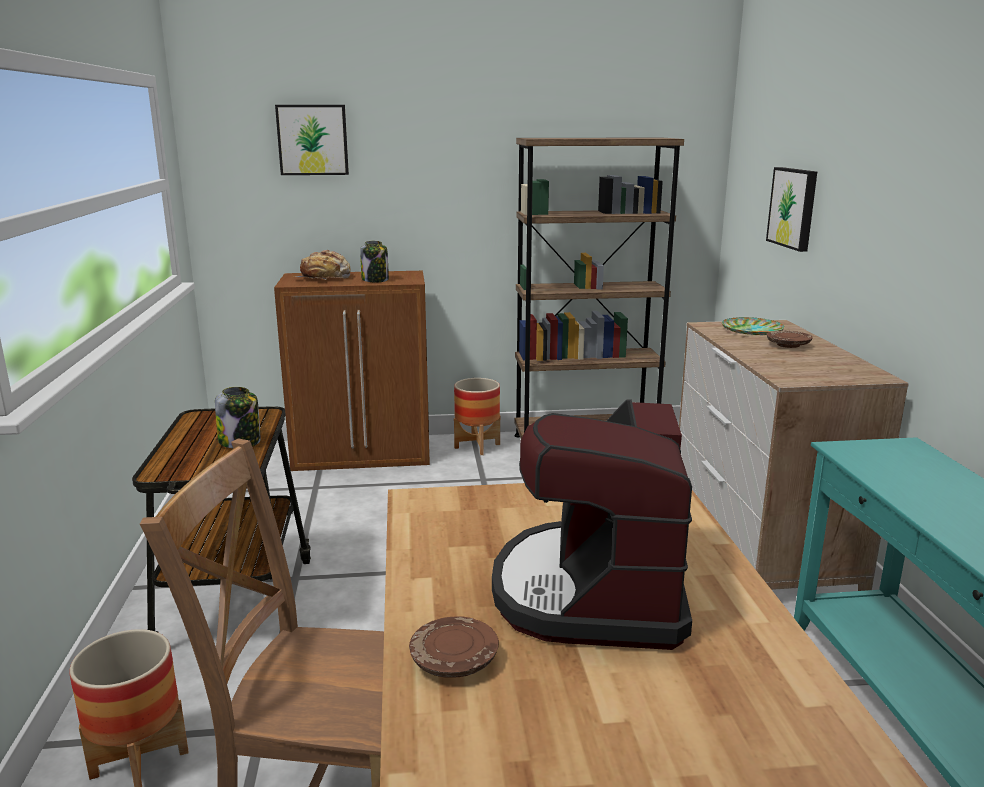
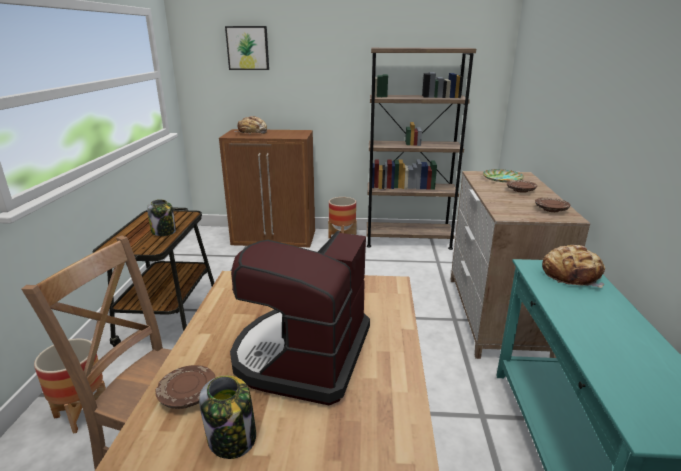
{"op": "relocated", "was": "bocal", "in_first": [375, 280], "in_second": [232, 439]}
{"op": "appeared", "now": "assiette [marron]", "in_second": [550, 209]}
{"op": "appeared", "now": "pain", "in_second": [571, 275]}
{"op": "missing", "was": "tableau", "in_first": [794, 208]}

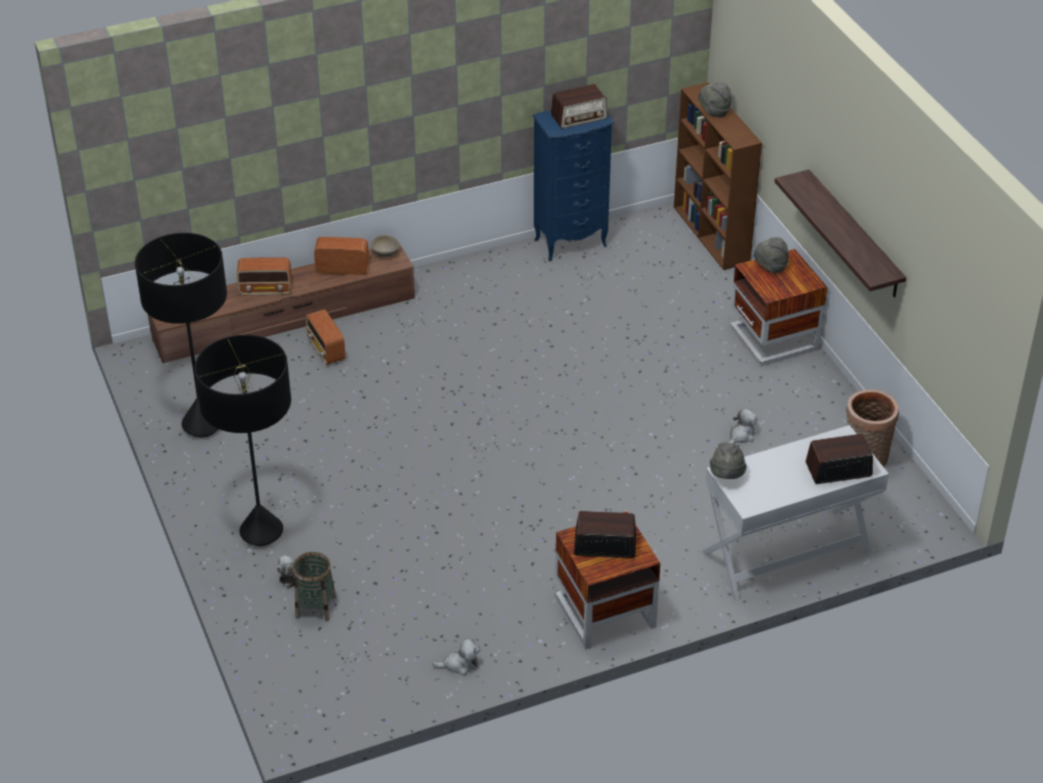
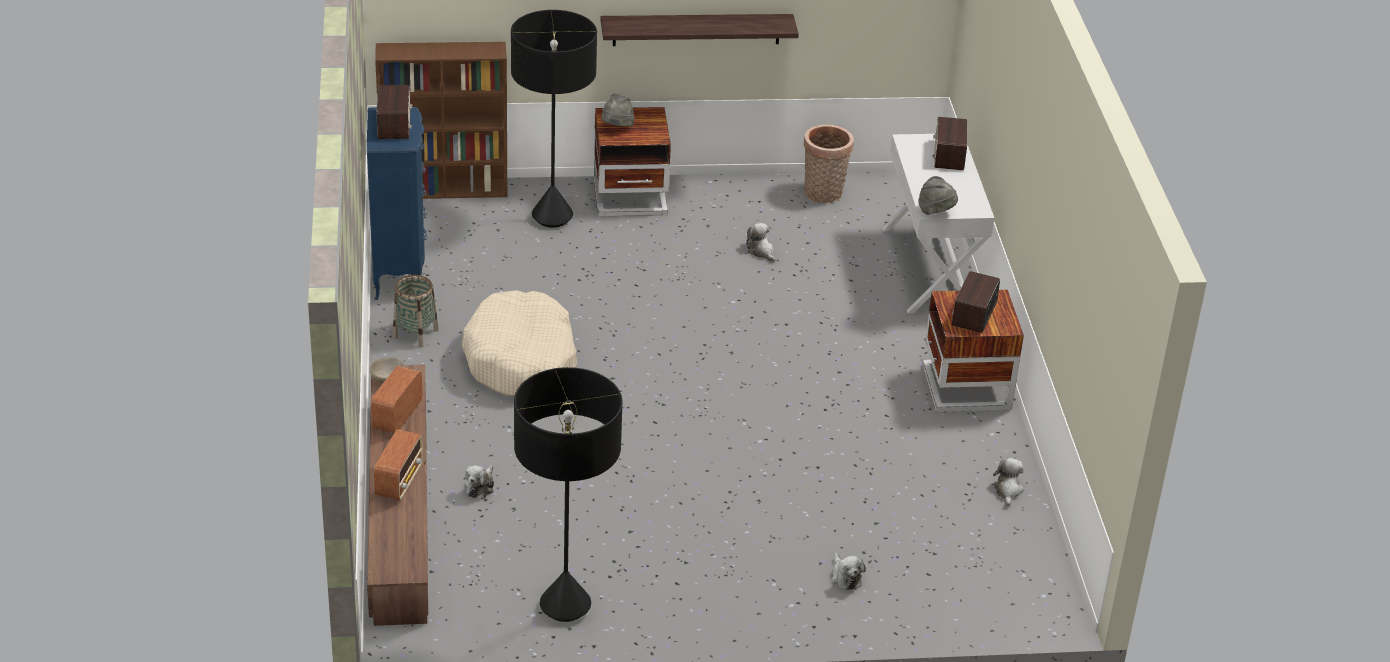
{"op": "relocated", "was": "panier", "in_first": [315, 606], "in_second": [415, 334]}
{"op": "appeared", "now": "panier pour chien [beige]", "in_second": [521, 360]}
{"op": "exchanged", "was": "radio", "now": "peluche", "in_first": [326, 350], "in_second": [480, 487]}
{"op": "relocated", "was": "lampadaire [noir]", "in_first": [261, 534], "in_second": [552, 218]}
{"op": "missing", "was": "chapeau [gris]", "in_first": [714, 111]}

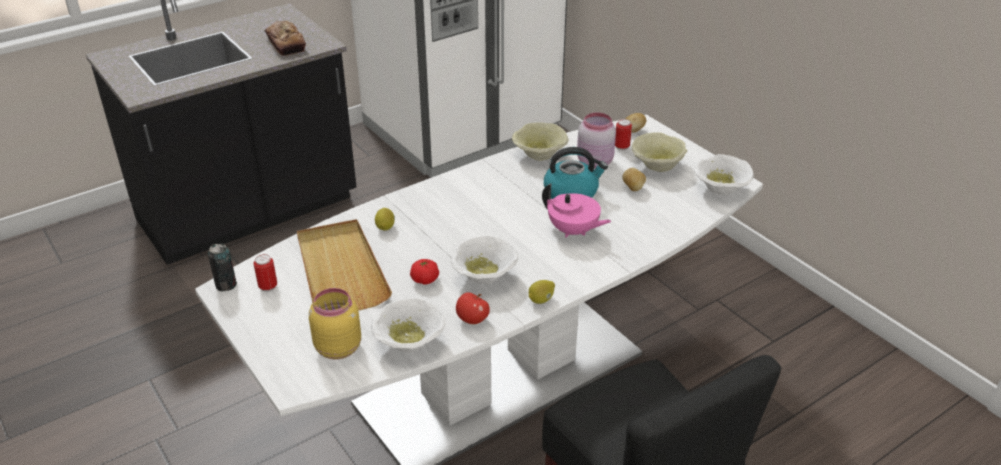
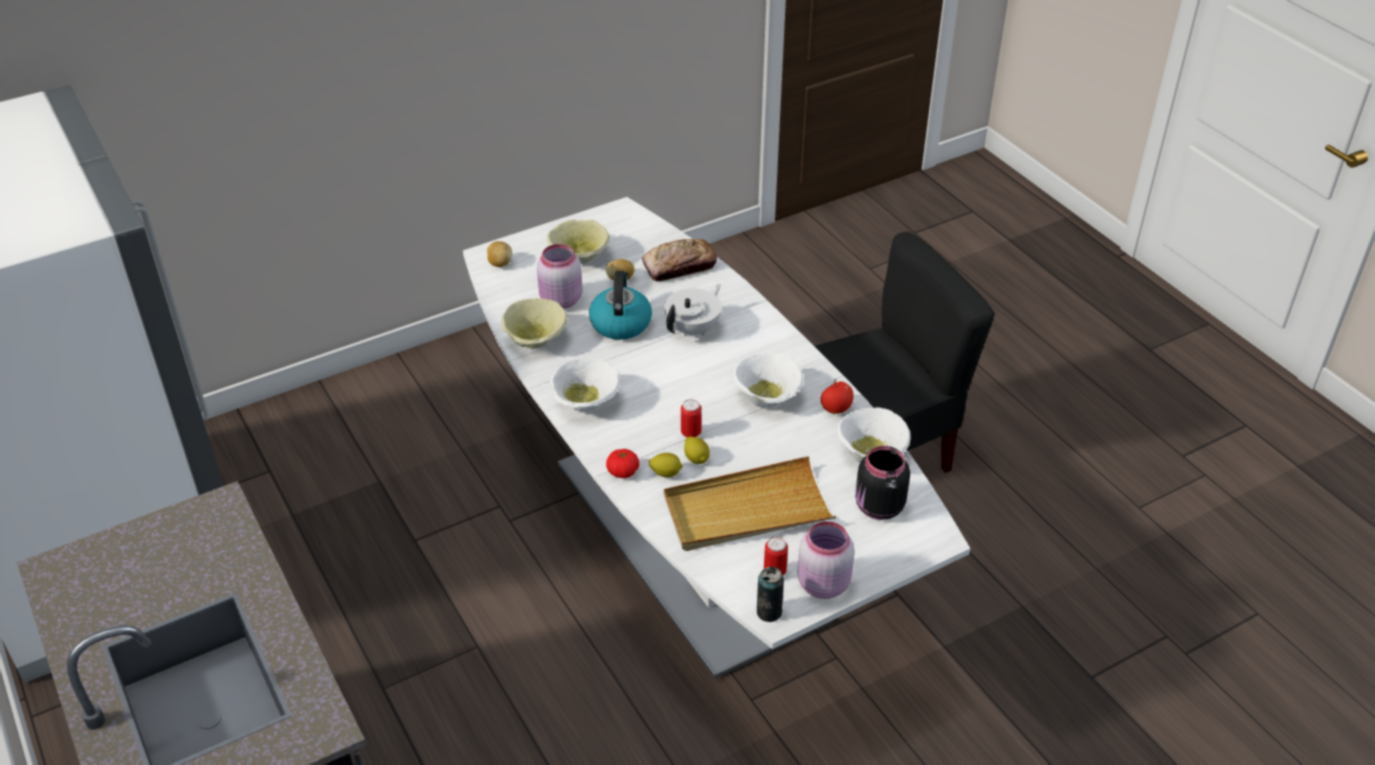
{"op": "relocated", "was": "bol [blanc]", "in_first": [719, 189], "in_second": [586, 403]}
{"op": "relocated", "was": "tomate", "in_first": [425, 279], "in_second": [623, 472]}
{"op": "relocated", "was": "pain", "in_first": [286, 44], "in_second": [679, 266]}
{"op": "colour", "was": "théière [rose]", "now": "théière [blanc]", "in_first": [573, 231], "in_second": [694, 329]}
{"op": "relocated", "was": "boîte métallique", "in_first": [622, 147], "in_second": [691, 433]}
{"op": "relocated", "was": "citron", "in_first": [541, 300], "in_second": [696, 458]}
{"op": "appeared", "now": "bocal [rose]", "in_second": [822, 583]}
{"op": "colour", "was": "bocal [jaune]", "now": "bocal [noir]", "in_first": [337, 347], "in_second": [878, 508]}

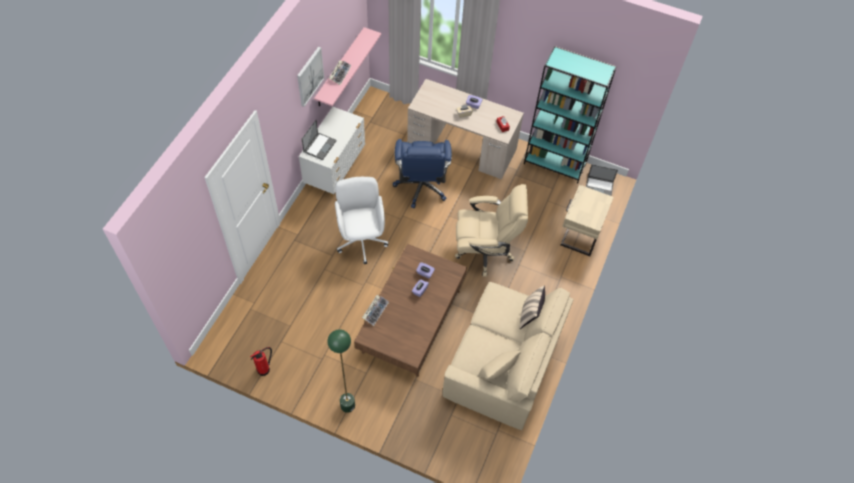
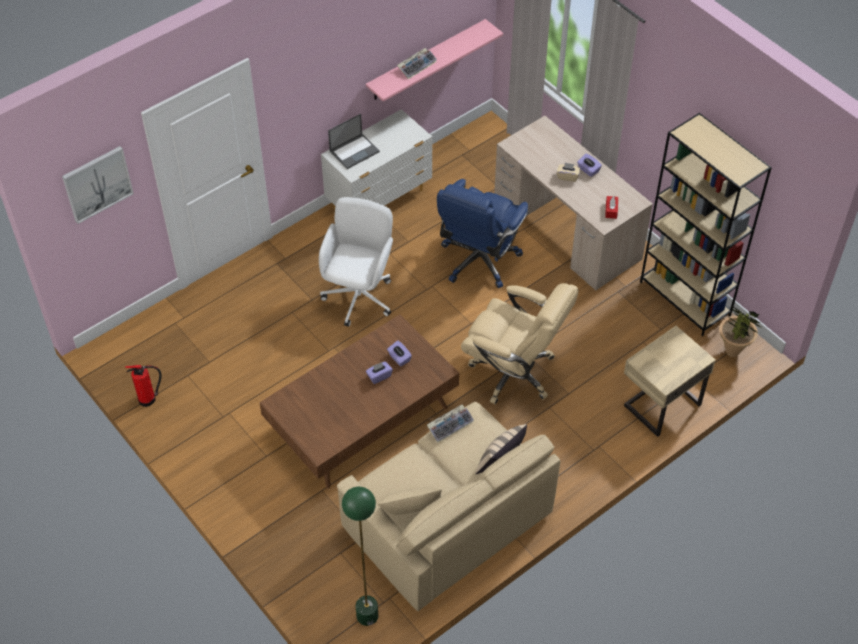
{"op": "relocated", "was": "tableau", "in_first": [309, 76], "in_second": [97, 183]}
{"op": "relocated", "was": "lampadaire [vert]", "in_first": [347, 405], "in_second": [367, 615]}
{"op": "relocated", "was": "clavier", "in_first": [375, 311], "in_second": [450, 425]}
{"op": "colour", "was": "bibliothèque [turquoise]", "now": "bibliothèque [beige]", "in_first": [555, 164], "in_second": [685, 299]}
{"op": "exchanged", "was": "ordinateur portable", "now": "plante en pot", "in_first": [599, 186], "in_second": [732, 352]}

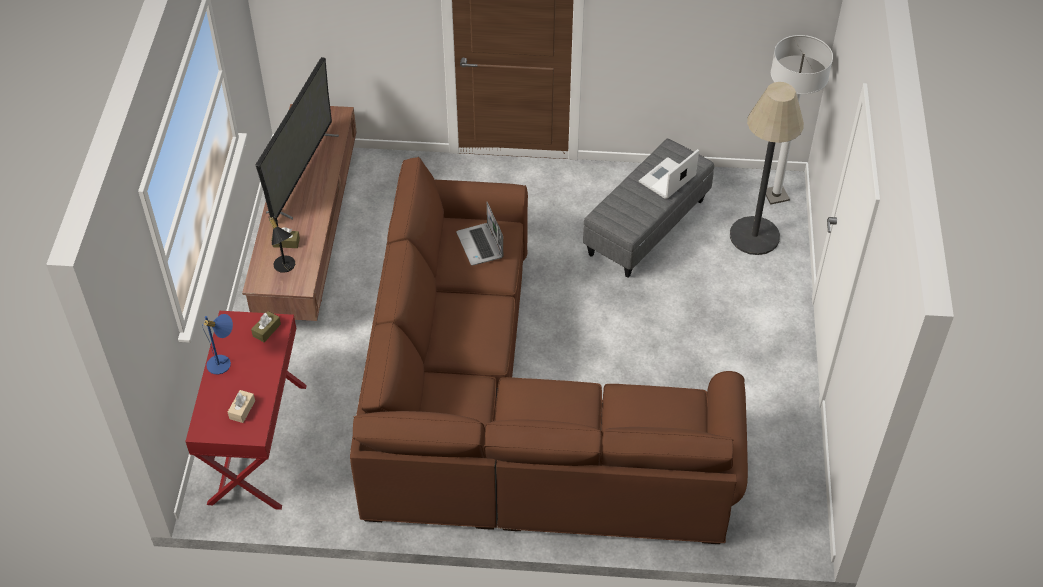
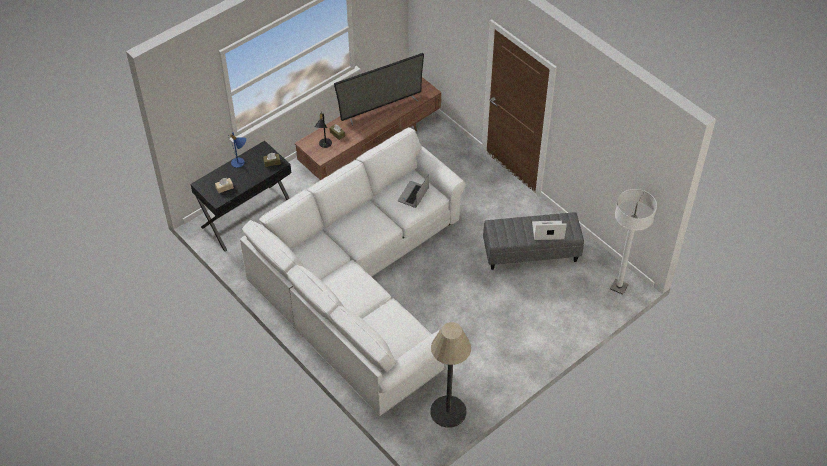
{"op": "colour", "was": "table console [rouge]", "now": "table console [noir]", "in_first": [257, 443], "in_second": [247, 217]}
{"op": "colour", "was": "canapé [marron]", "now": "canapé [blanc]", "in_first": [511, 412], "in_second": [362, 287]}
{"op": "relocated", "was": "lampadaire", "in_first": [754, 236], "in_second": [448, 411]}

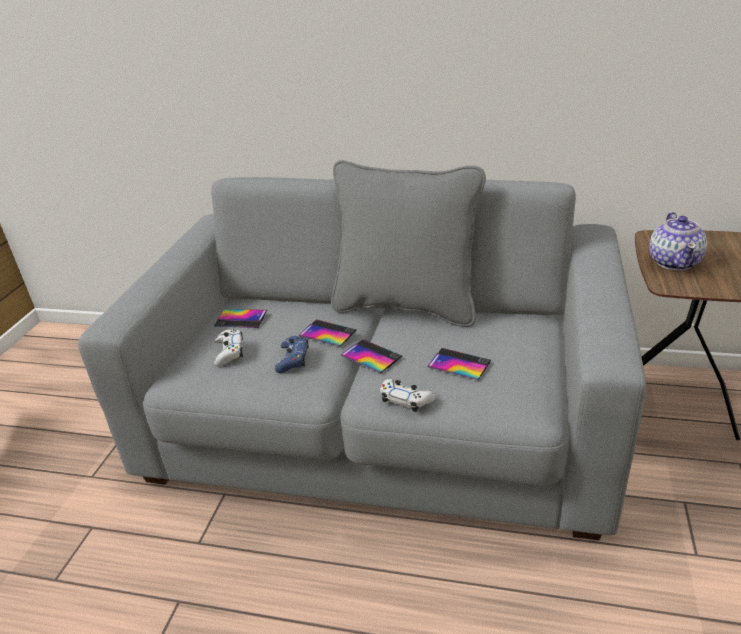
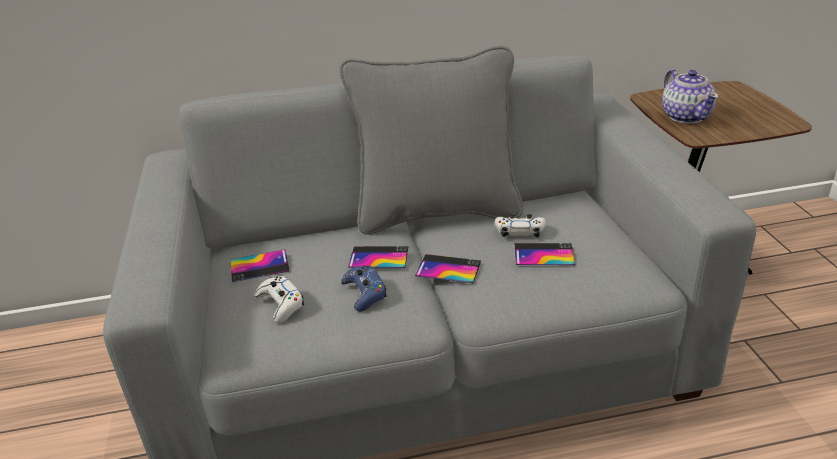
{"op": "relocated", "was": "manette [blanc]", "in_first": [406, 399], "in_second": [520, 231]}

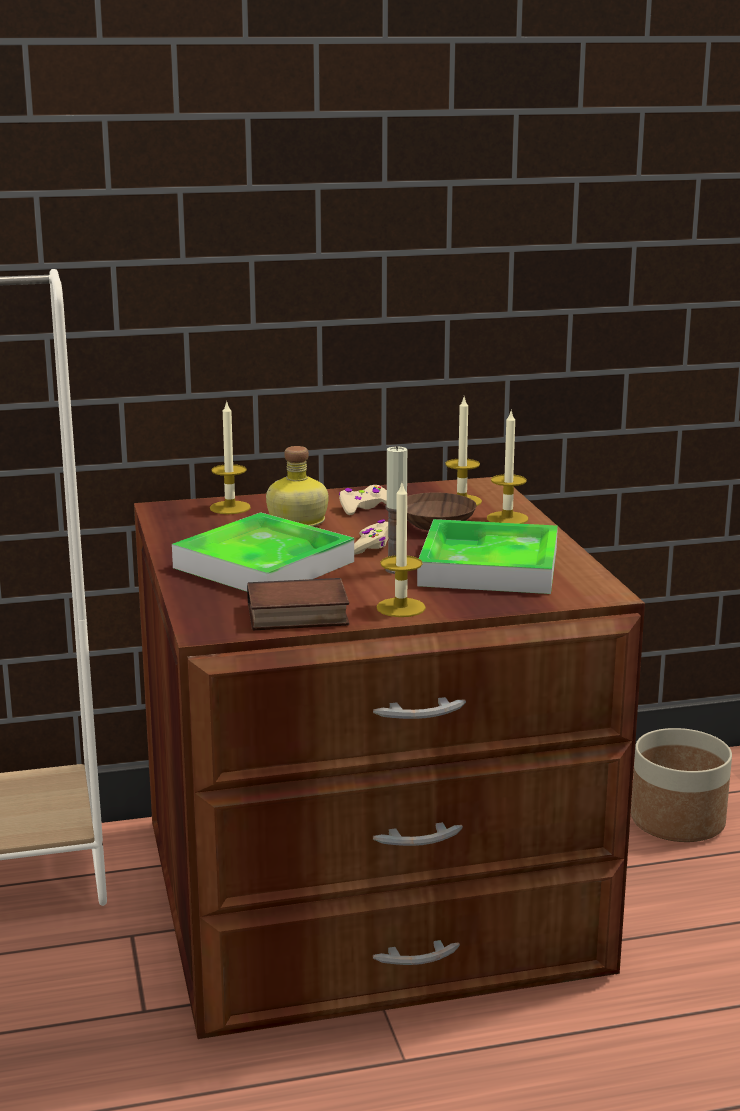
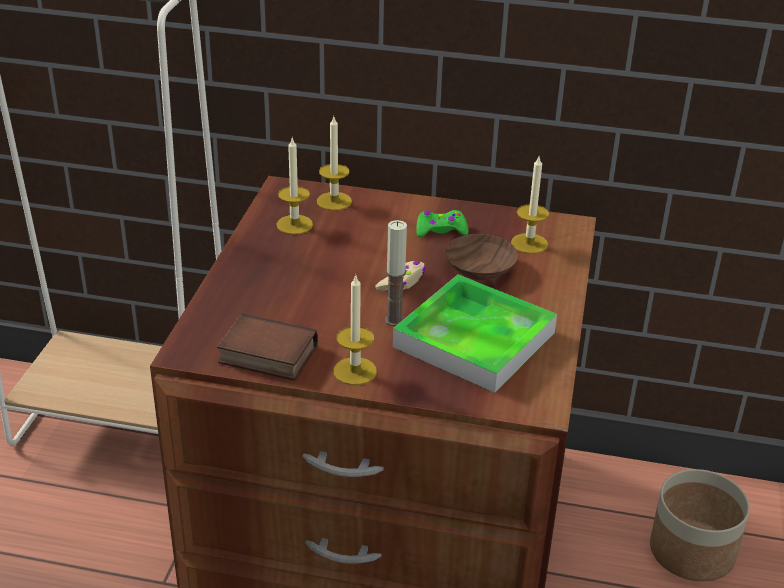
{"op": "relocated", "was": "bougie", "in_first": [507, 518], "in_second": [294, 224]}
{"op": "colour", "was": "manette [beige]", "now": "manette [vert]", "in_first": [365, 507], "in_second": [440, 230]}
{"op": "missing", "was": "plateau", "in_first": [264, 564]}
{"op": "missing", "was": "bouteille", "in_first": [296, 521]}

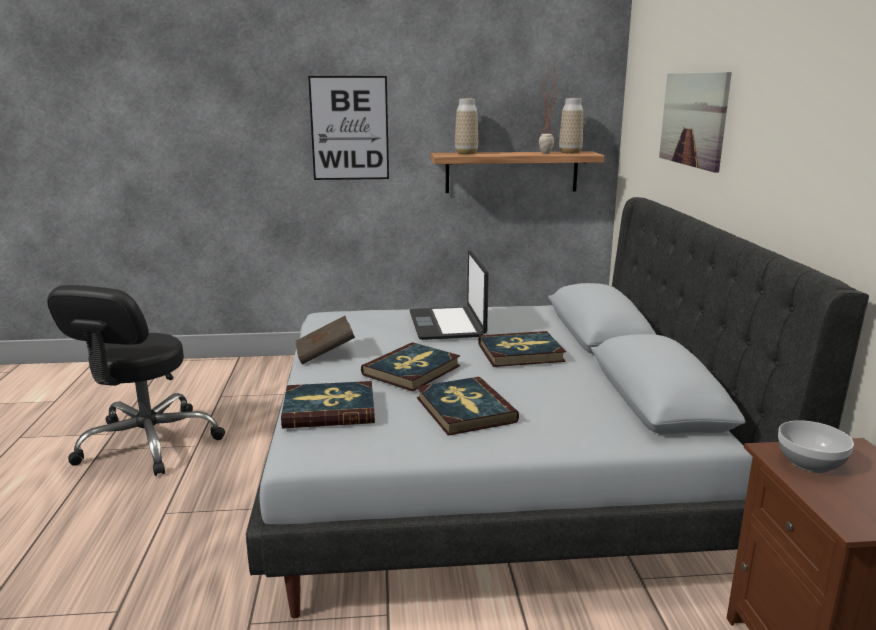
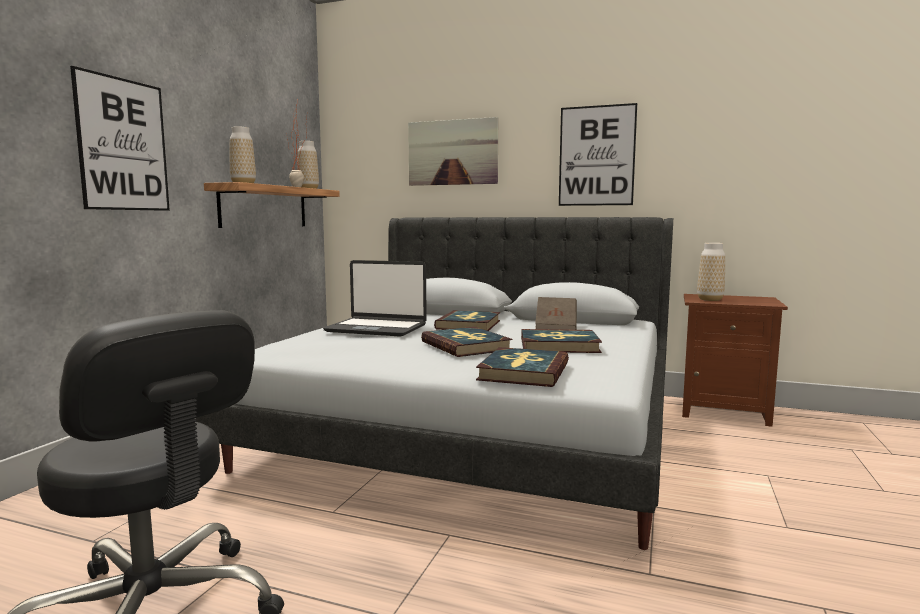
{"op": "relocated", "was": "livre [marron]", "in_first": [325, 354], "in_second": [556, 327]}
{"op": "appeared", "now": "tableau", "in_second": [596, 156]}
{"op": "exchanged", "was": "bol", "now": "vase", "in_first": [810, 462], "in_second": [710, 299]}

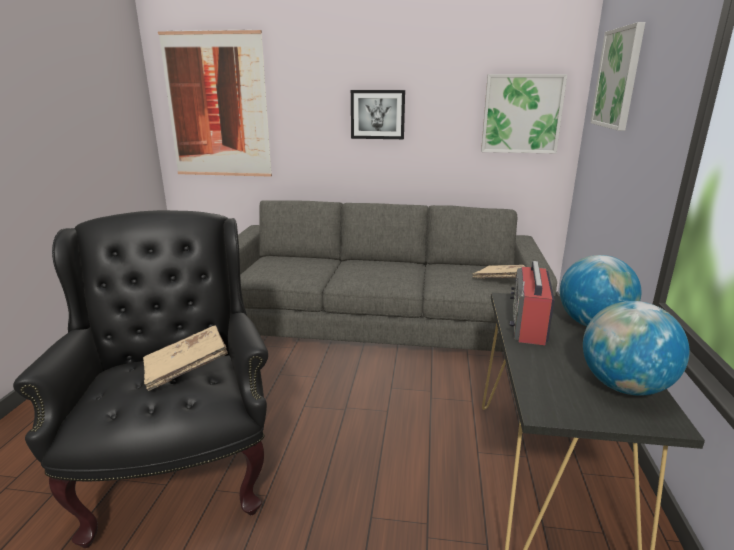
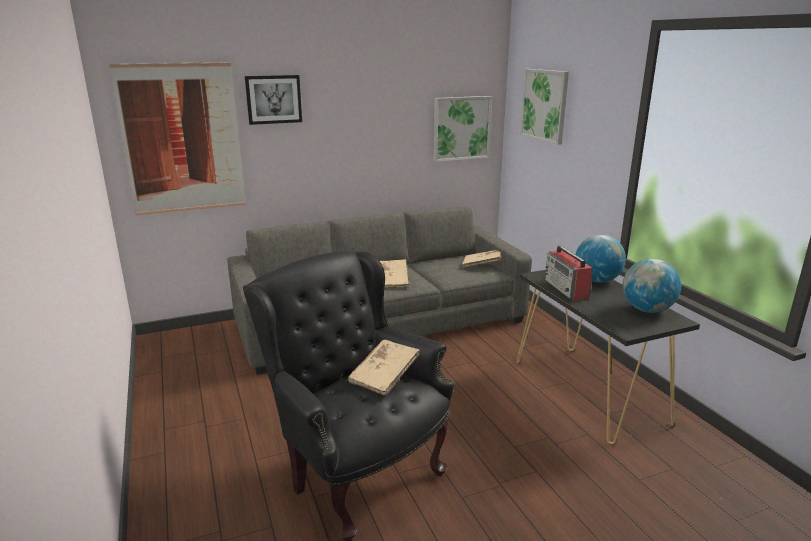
{"op": "relocated", "was": "tableau", "in_first": [377, 114], "in_second": [273, 99]}
{"op": "appeared", "now": "livre [beige]", "in_second": [392, 281]}

